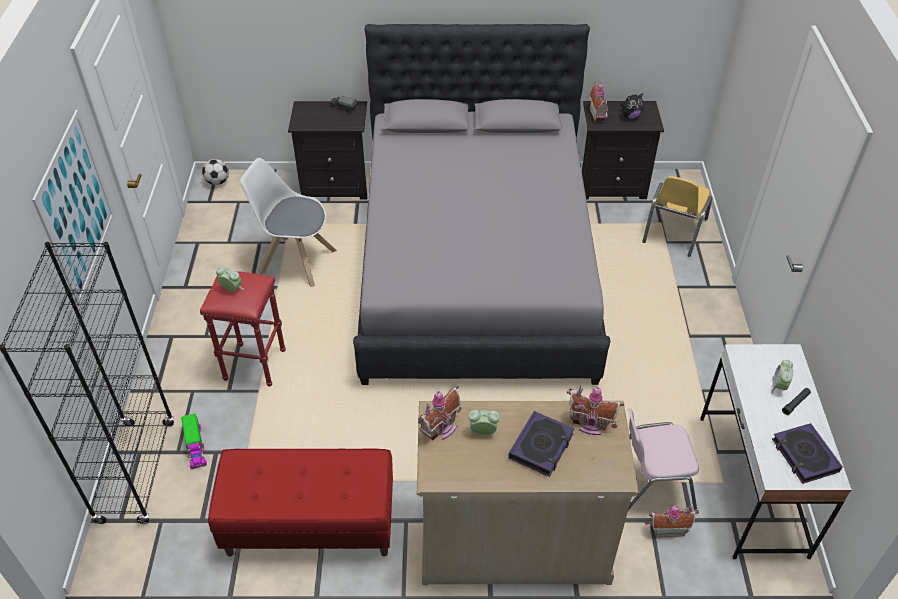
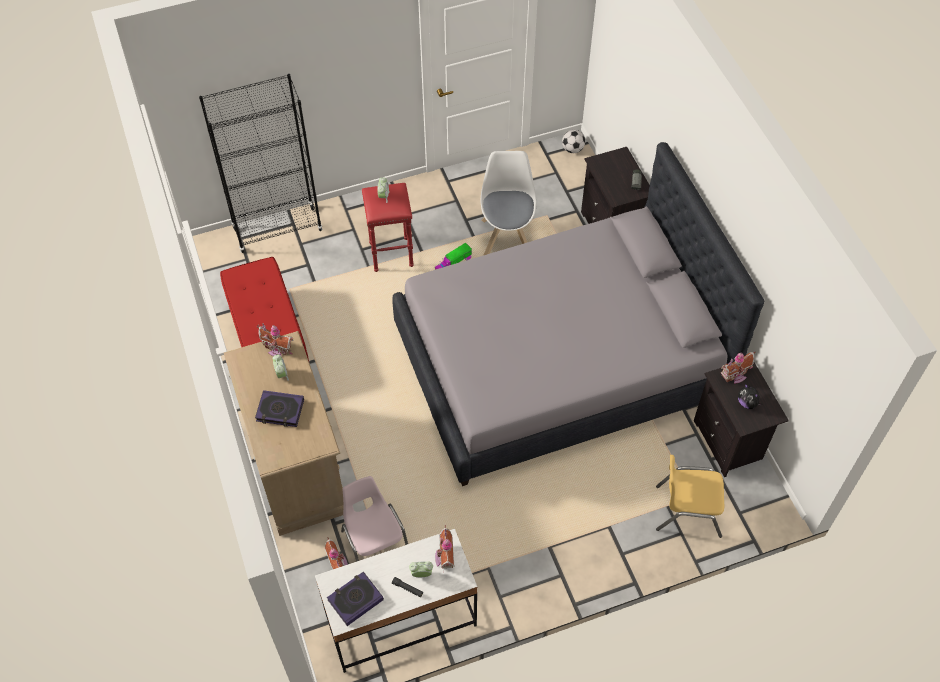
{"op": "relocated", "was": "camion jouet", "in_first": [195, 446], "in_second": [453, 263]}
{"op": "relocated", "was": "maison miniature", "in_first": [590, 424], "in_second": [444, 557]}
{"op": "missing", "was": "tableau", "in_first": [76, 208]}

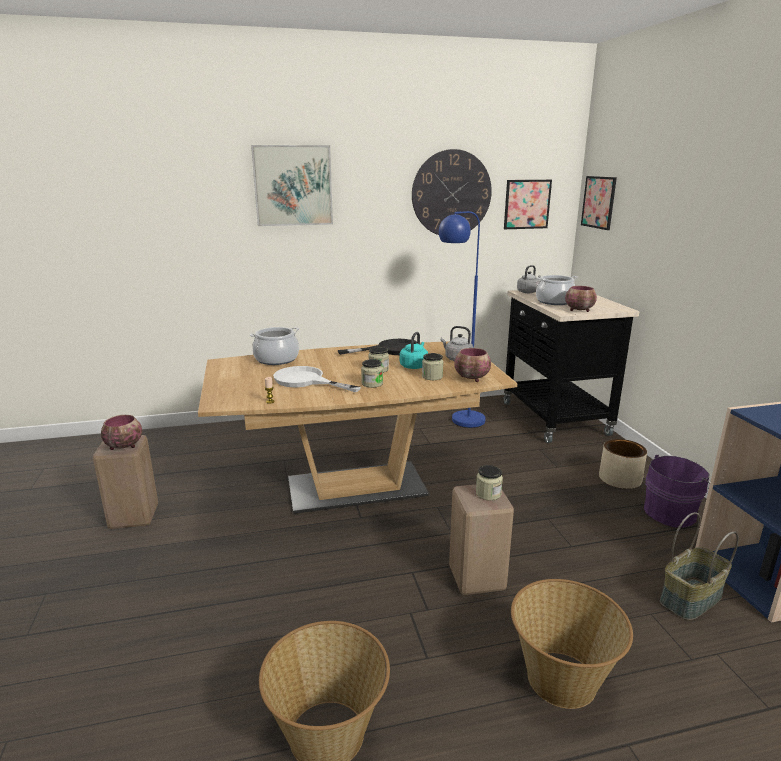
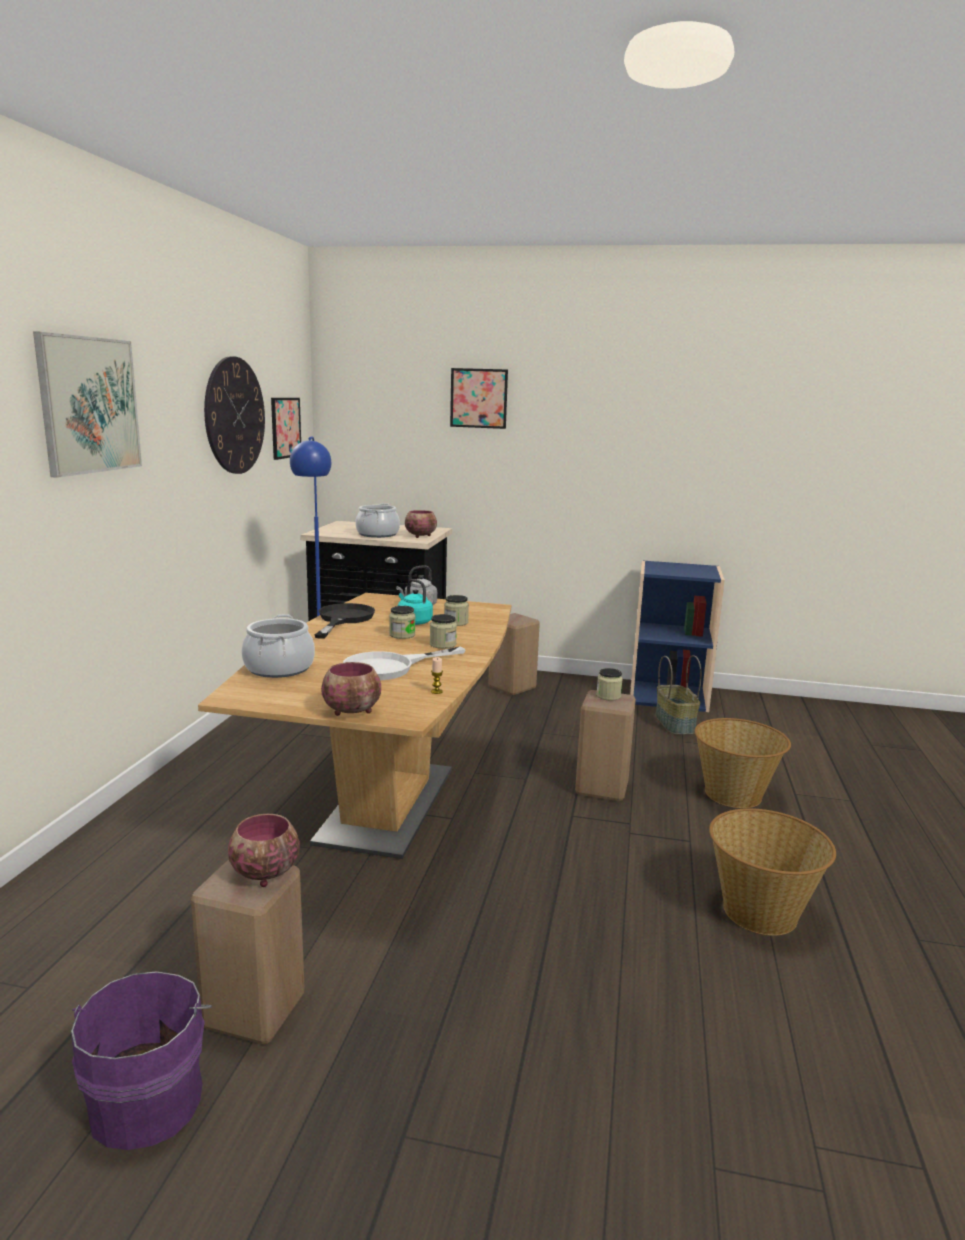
{"op": "relocated", "was": "seau [violet]", "in_first": [671, 512], "in_second": [149, 1098]}
{"op": "relocated", "was": "bol", "in_first": [472, 378], "in_second": [353, 712]}
{"op": "relocated", "was": "tableau", "in_first": [598, 202], "in_second": [478, 398]}
{"op": "exchanged", "was": "cache-pot [beige]", "now": "tabouret [beige]", "in_first": [620, 480], "in_second": [513, 687]}
{"op": "missing", "was": "bouilloire [gris]", "in_first": [528, 292]}

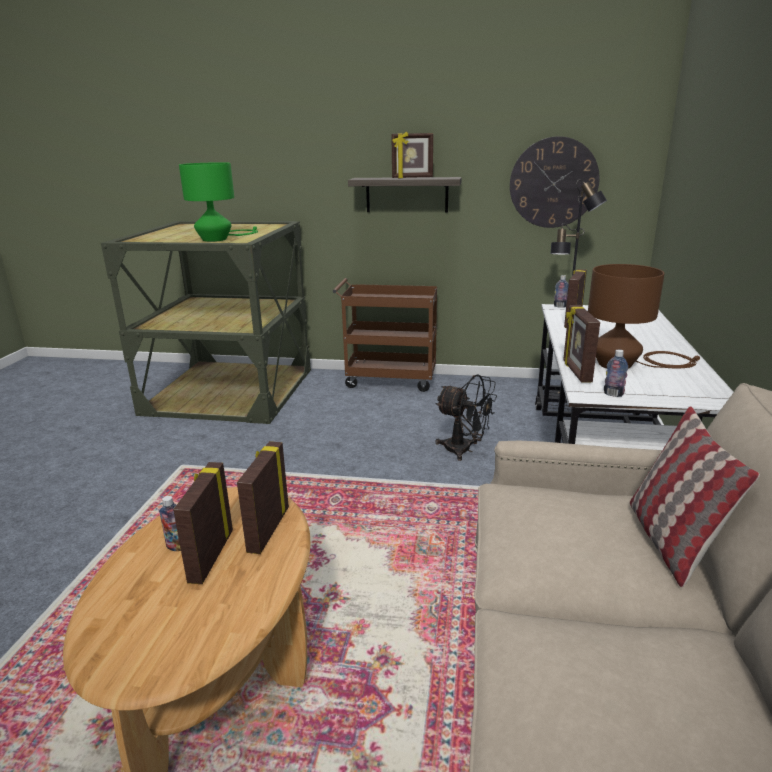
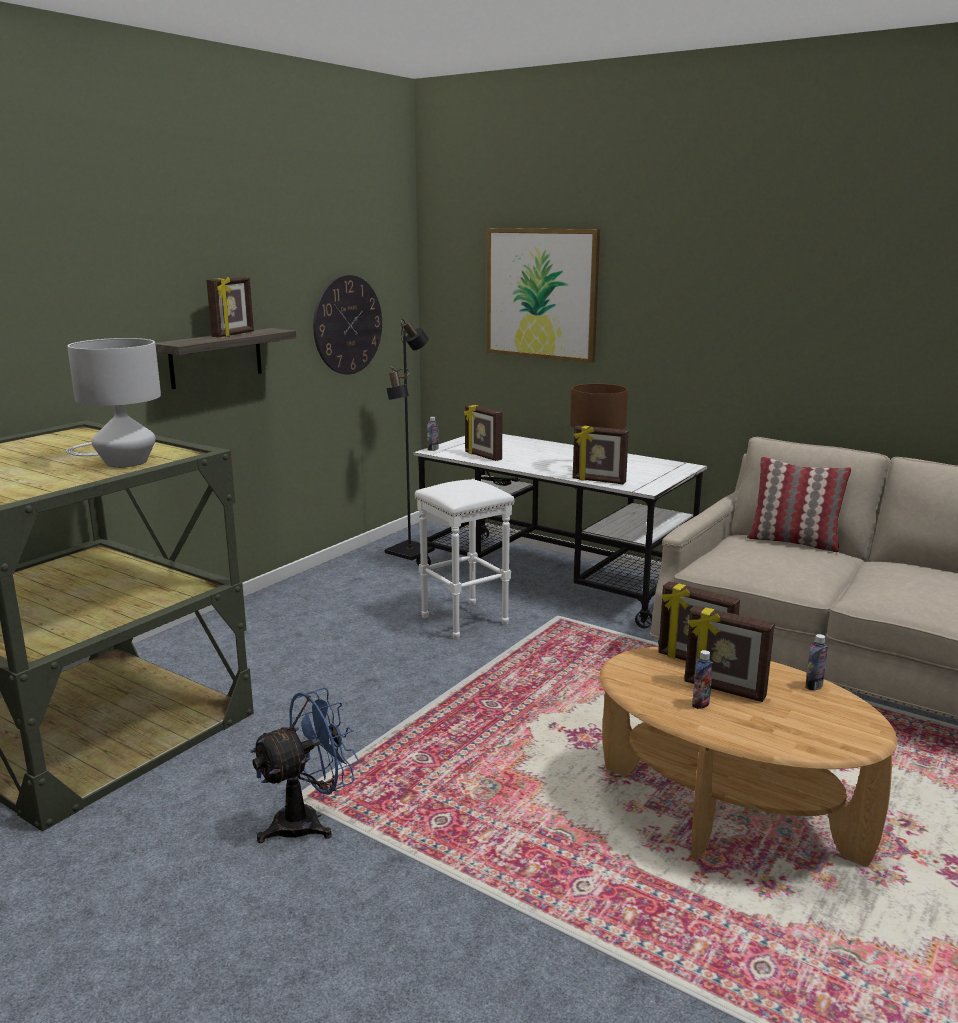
{"op": "colour", "was": "lampe de table [vert]", "now": "lampe de table [gris]", "in_first": [225, 237], "in_second": [115, 457]}
{"op": "appeared", "now": "ventilateur [bleu]", "in_second": [308, 821]}
{"op": "exchanged", "was": "ventilateur [noir]", "now": "tabouret [blanc]", "in_first": [464, 450], "in_second": [462, 620]}
{"op": "appeared", "now": "tableau", "in_second": [541, 294]}
{"op": "relocated", "was": "bouteille", "in_first": [613, 394], "in_second": [814, 686]}
{"op": "missing", "was": "chariot [marron]", "in_first": [388, 382]}

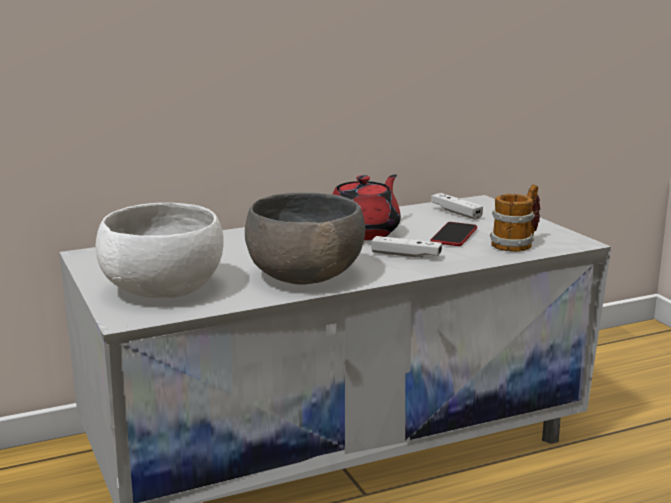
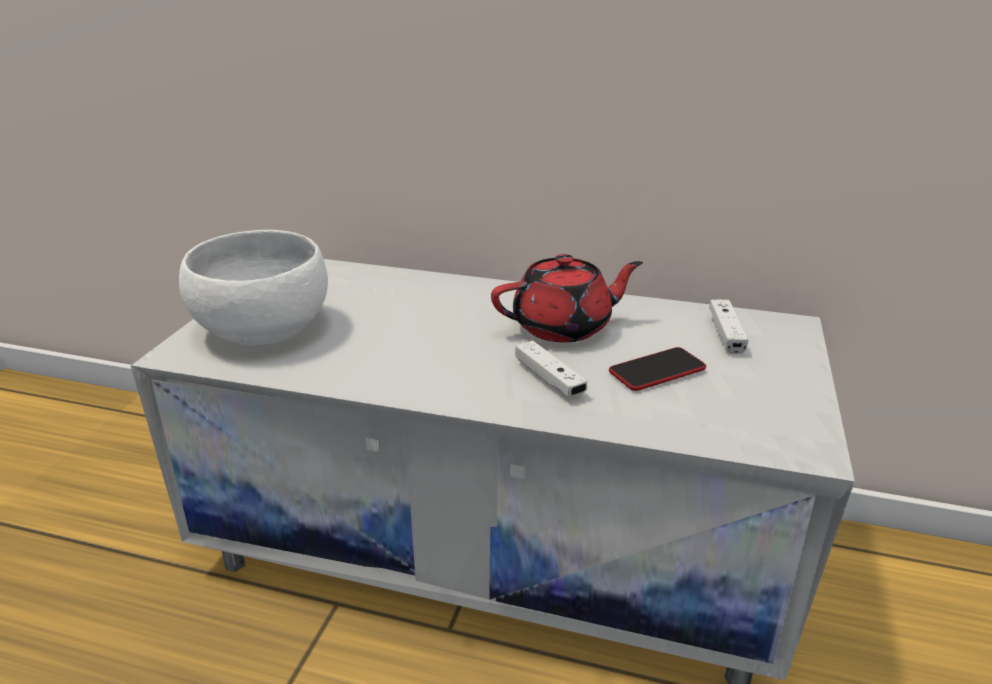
{"op": "missing", "was": "bol [gris]", "in_first": [304, 276]}
{"op": "missing", "was": "mug", "in_first": [517, 243]}

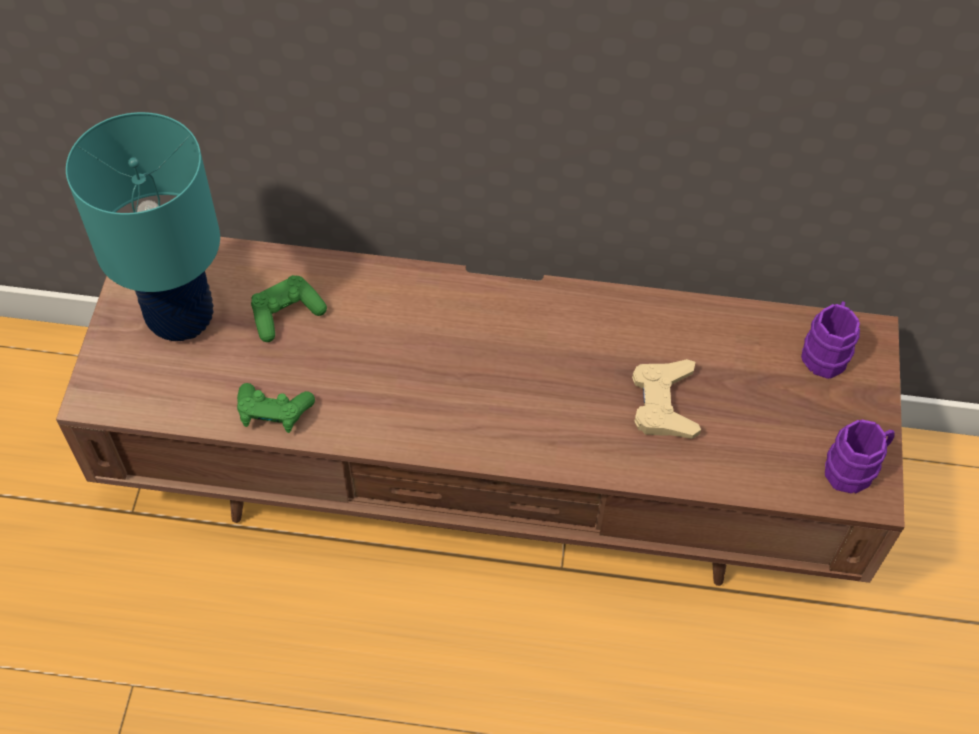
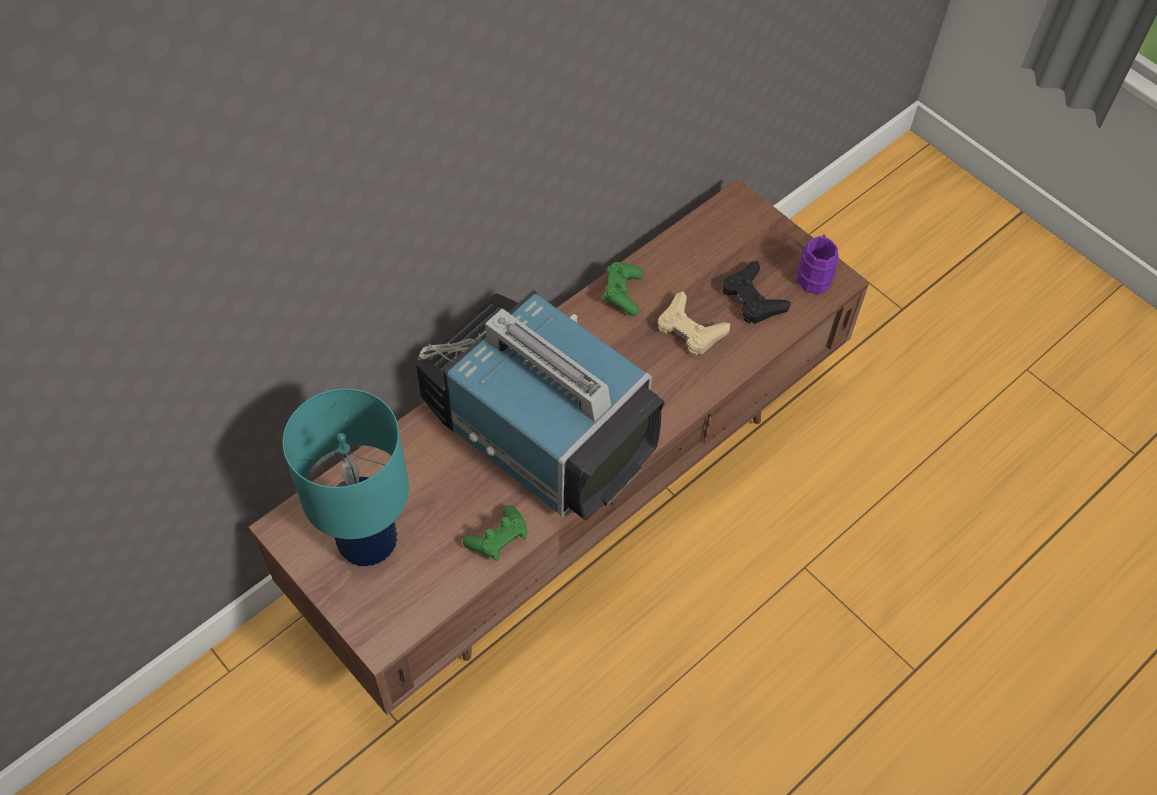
{"op": "appeared", "now": "téléviseur", "in_second": [537, 429]}
{"op": "relocated", "was": "manette [vert]", "in_first": [286, 314], "in_second": [622, 293]}
{"op": "appeared", "now": "manette [noir]", "in_second": [752, 298]}
{"op": "missing", "was": "mug [violet]", "in_first": [826, 351]}

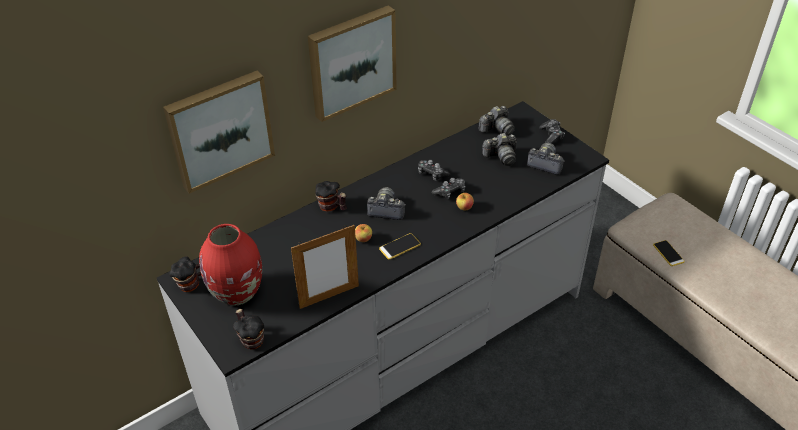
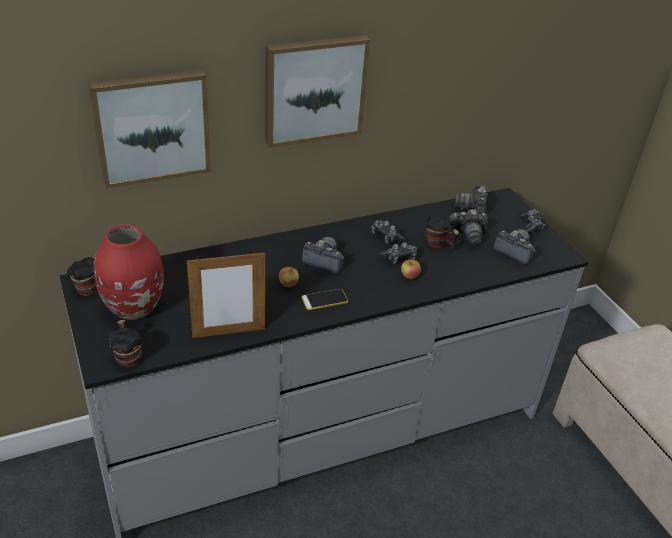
{"op": "relocated", "was": "mug", "in_first": [331, 207], "in_second": [439, 245]}
{"op": "spun", "was": "appareil photo", "in_first": [497, 129], "in_second": [472, 208], "clockwise": 120}
{"op": "missing", "was": "téléphone", "in_first": [668, 253]}

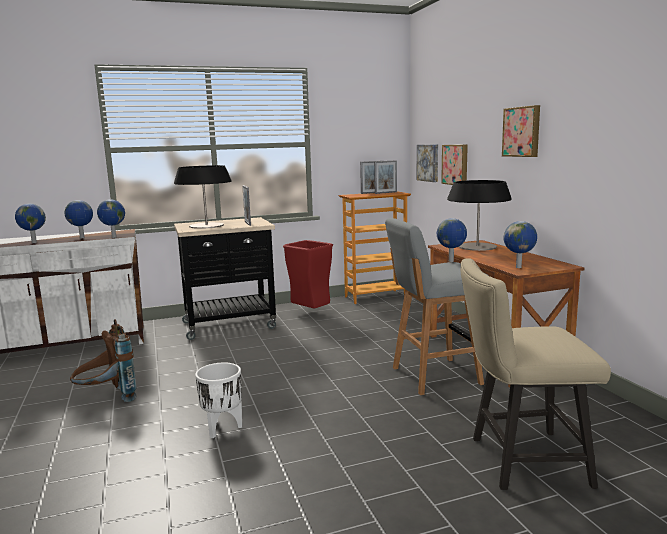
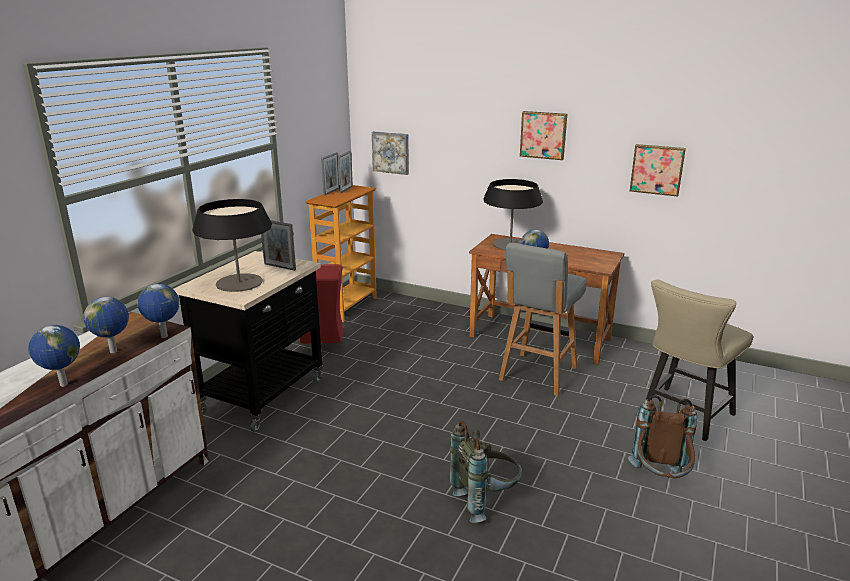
{"op": "exchanged", "was": "cache-pot [blanc]", "now": "sac à dos [gris]", "in_first": [222, 428], "in_second": [485, 500]}
{"op": "relocated", "was": "sac à dos [marron]", "in_first": [107, 398], "in_second": [659, 480]}
{"op": "relocated", "was": "tableau", "in_first": [456, 164], "in_second": [657, 169]}
{"op": "missing", "was": "globe", "in_first": [519, 267]}

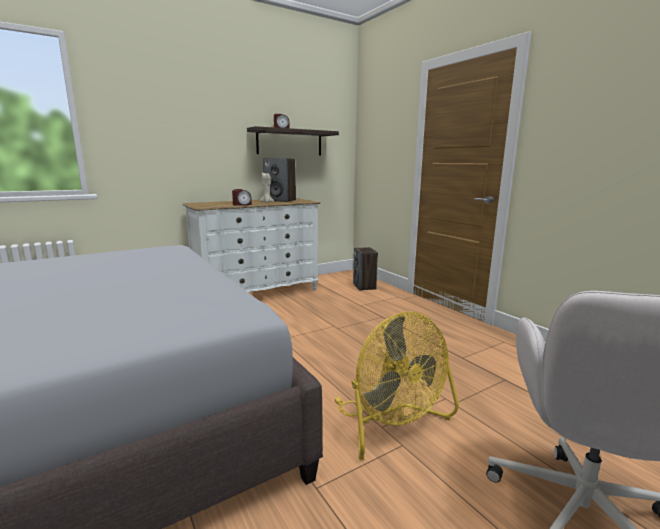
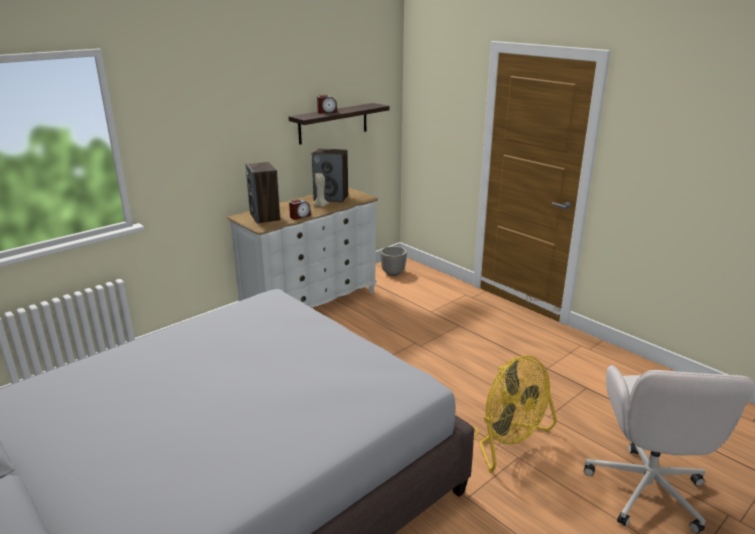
{"op": "relocated", "was": "enceinte", "in_first": [364, 286], "in_second": [265, 217]}
{"op": "appeared", "now": "cache-pot", "in_second": [393, 273]}

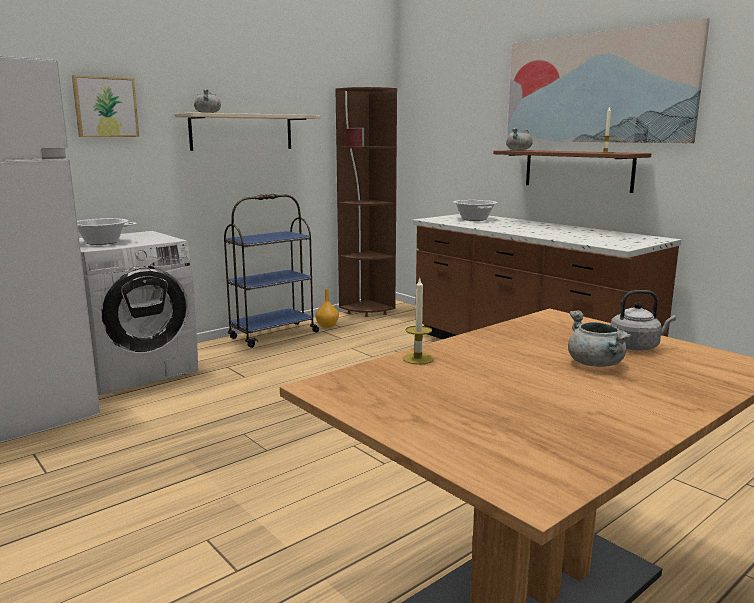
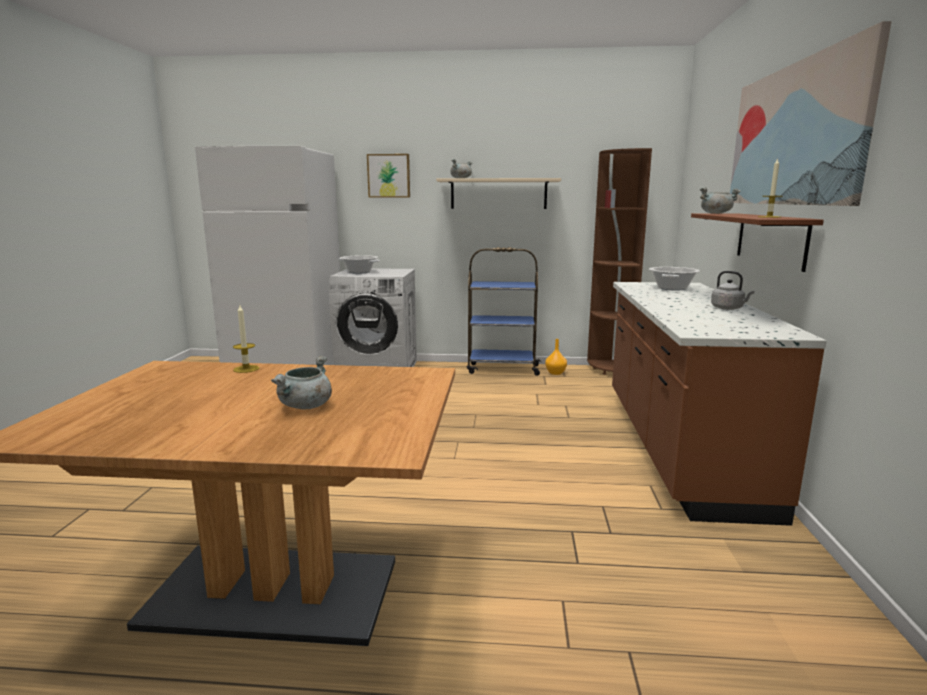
{"op": "relocated", "was": "bouilloire [gris]", "in_first": [636, 346], "in_second": [728, 308]}

